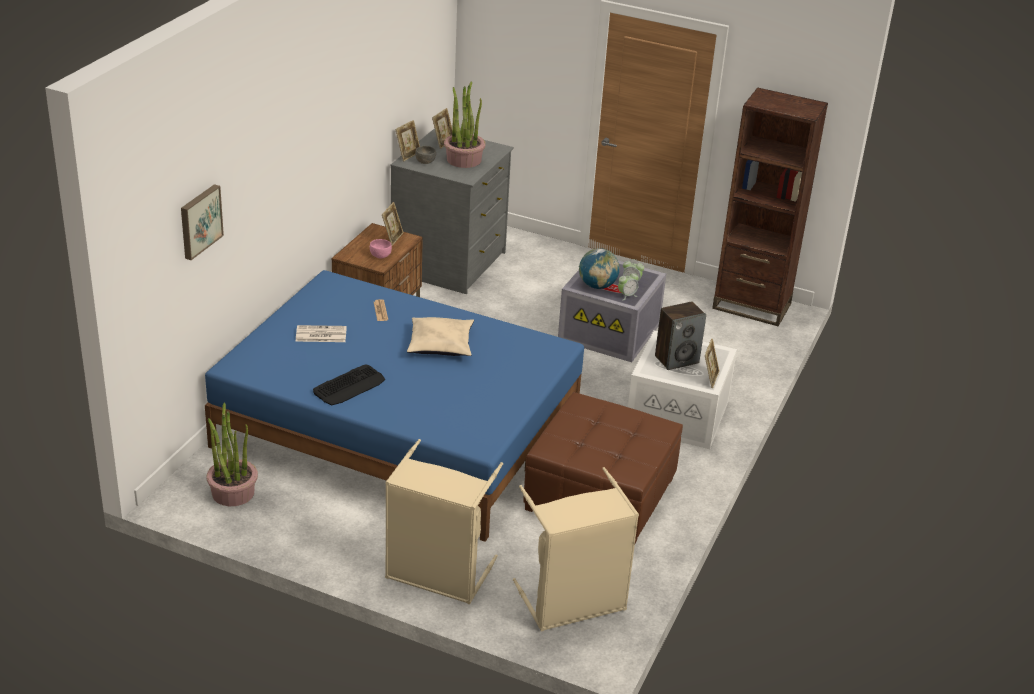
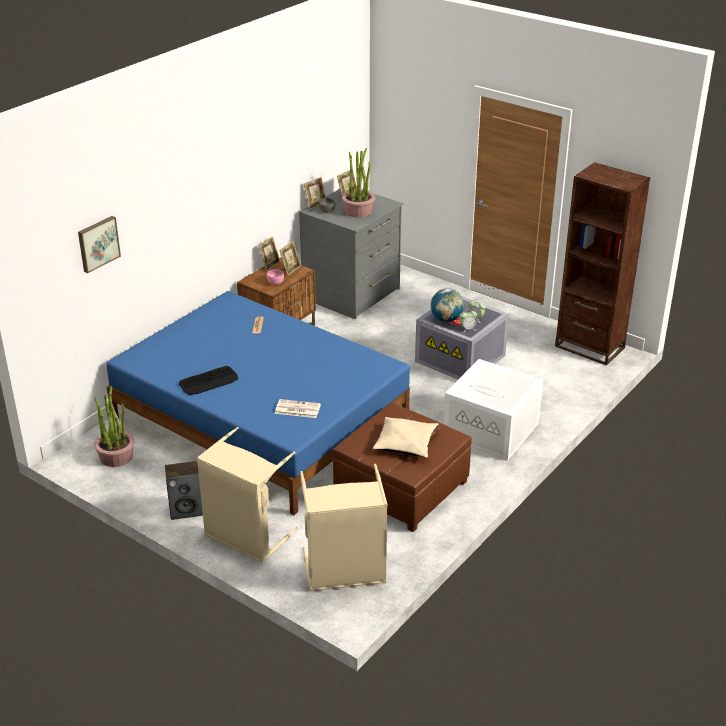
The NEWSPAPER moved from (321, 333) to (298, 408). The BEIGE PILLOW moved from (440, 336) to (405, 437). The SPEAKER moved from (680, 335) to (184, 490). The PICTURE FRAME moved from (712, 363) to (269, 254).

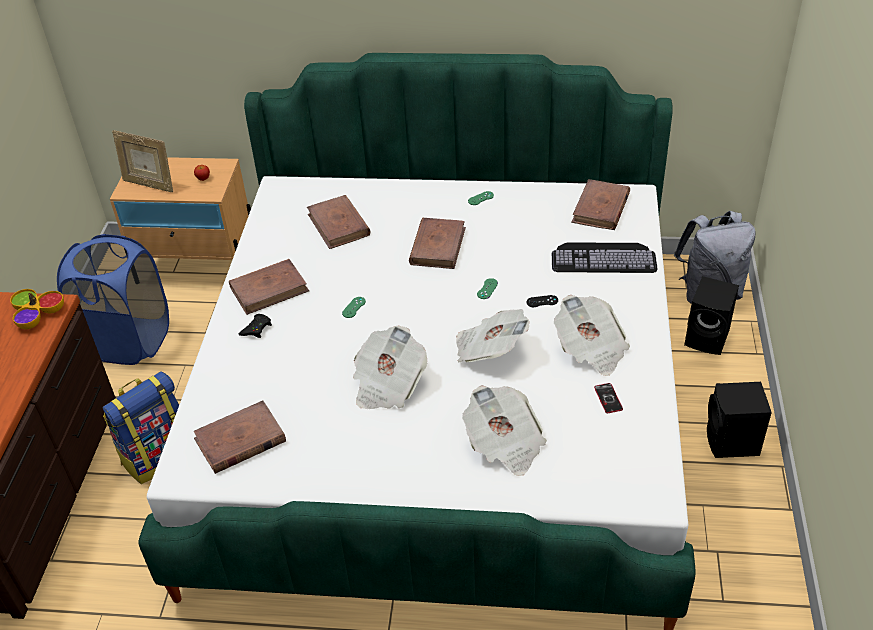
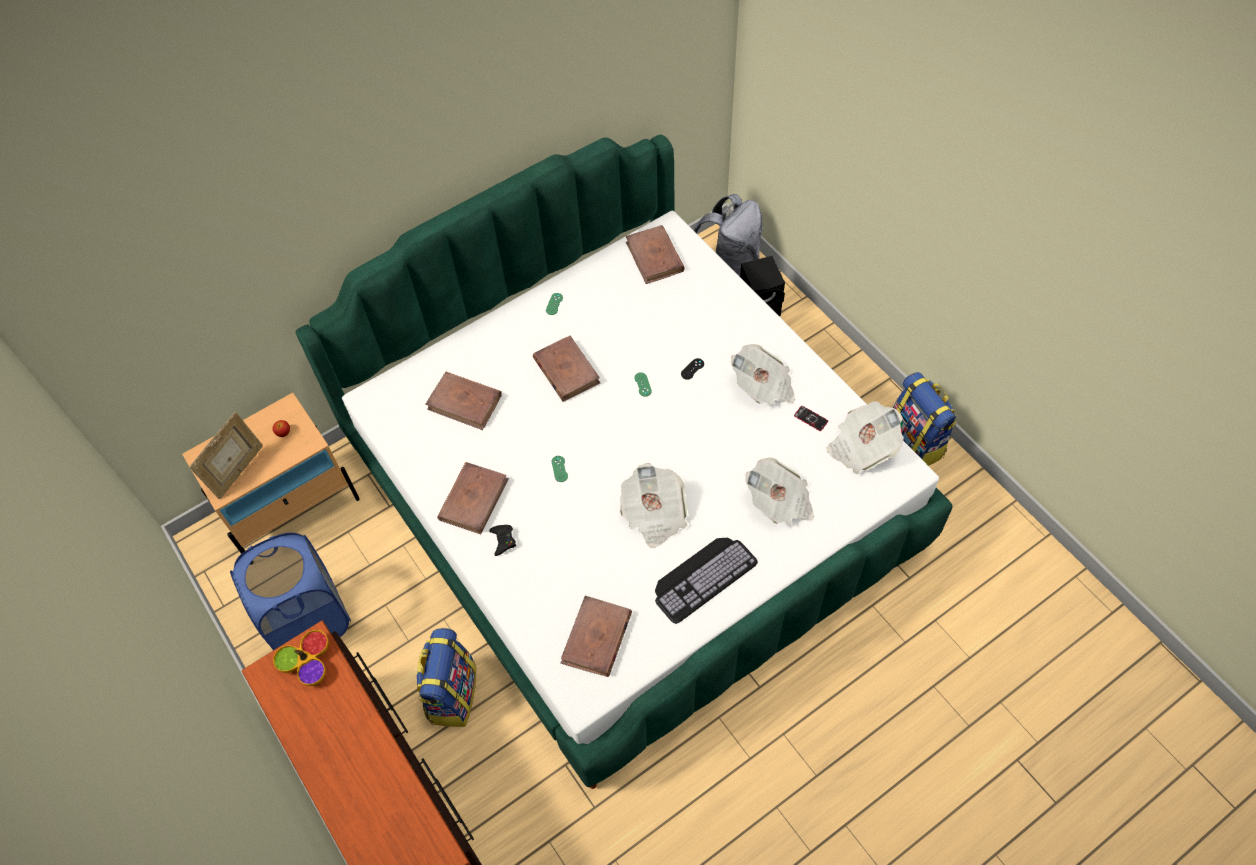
The PICTURE FRAME at (142, 161) turned 45 degrees counterclockwise. The NEWSPAPER moved from (493, 336) to (865, 437). The KEYBOARD moved from (605, 257) to (706, 581). The BLACK SPEAKER at (739, 420) disappeared. The BACKPACK at (925, 419) appeared.

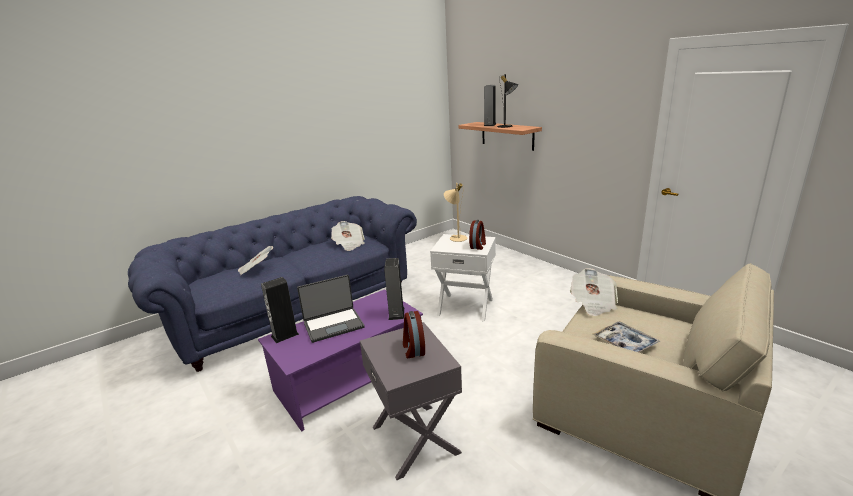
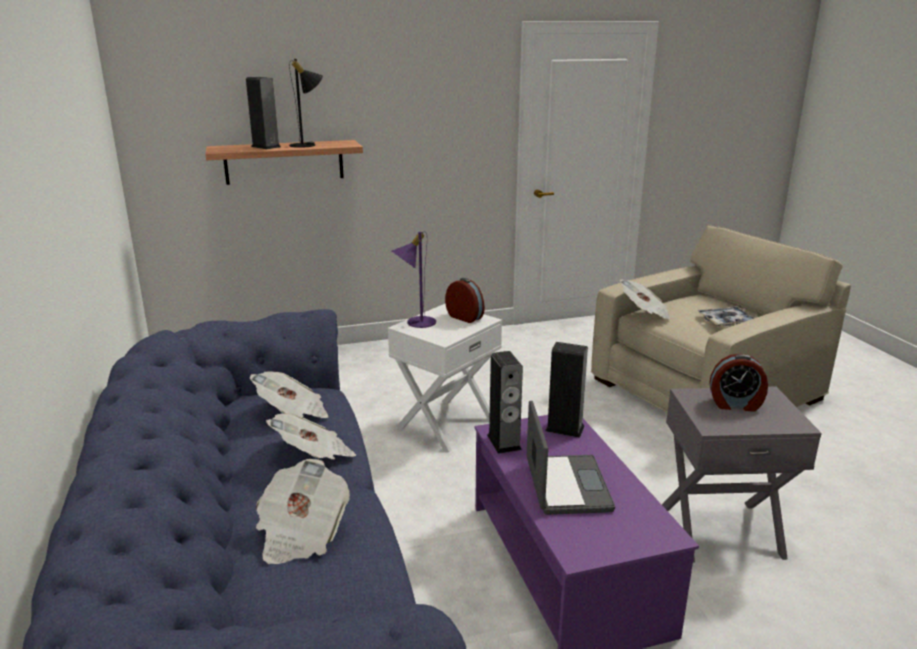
The SPEAKER moved from (280, 310) to (505, 402). The BEIGE TABLE LAMP at (456, 212) became the PURPLE TABLE LAMP at (414, 279). The NEWSPAPER at (311, 436) appeared.

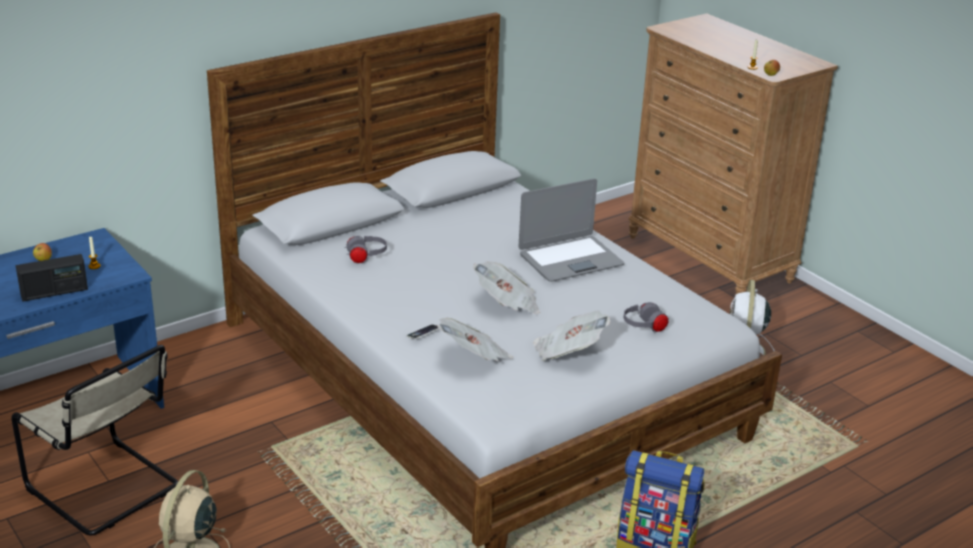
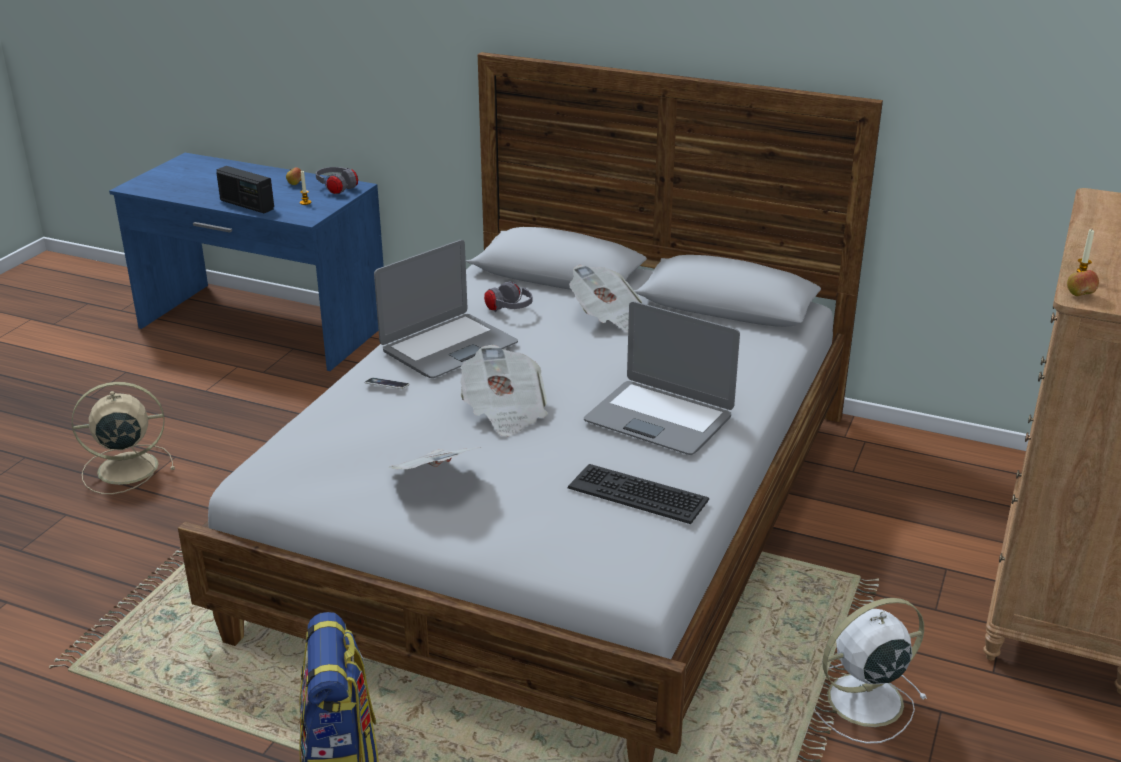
The BEIGE CHAIR at (94, 440) disappeared. The NEWSPAPER moved from (475, 339) to (605, 298). The GREY HEADPHONES moved from (646, 317) to (337, 181). The LAPTOP at (446, 309) appeared. The KEYBOARD at (638, 494) appeared.

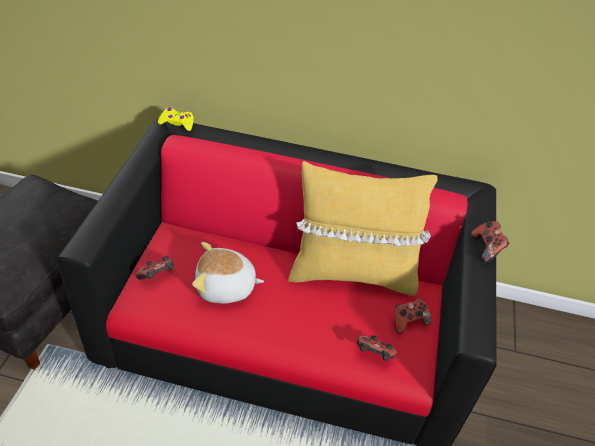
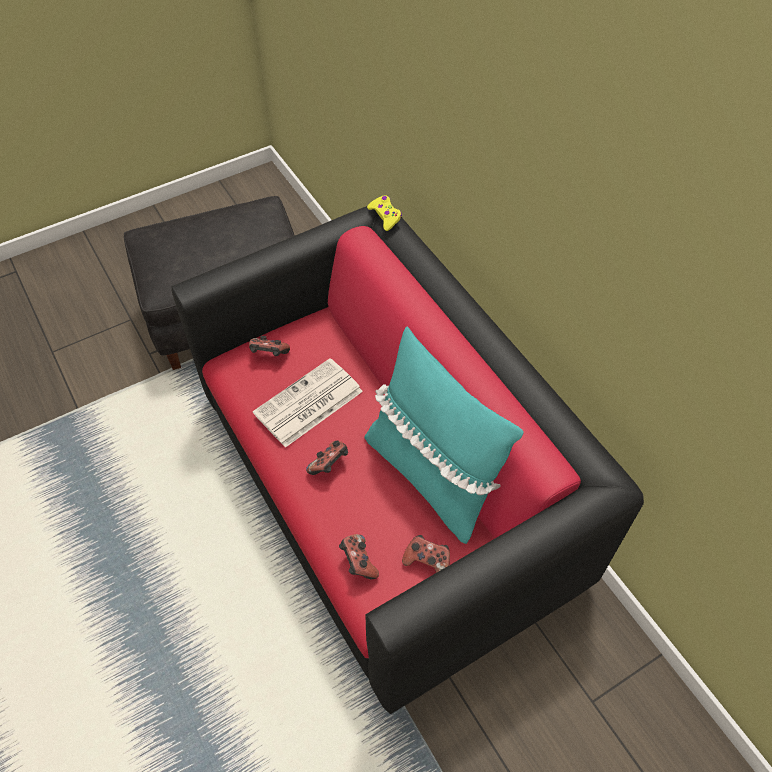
The PLUSH TOY at (228, 273) was replaced by the NEWSPAPER at (308, 403). The YELLOW PILLOW at (363, 228) became the TURQUOISE PILLOW at (444, 435). The GAME CONTROLLER moved from (490, 241) to (327, 457).

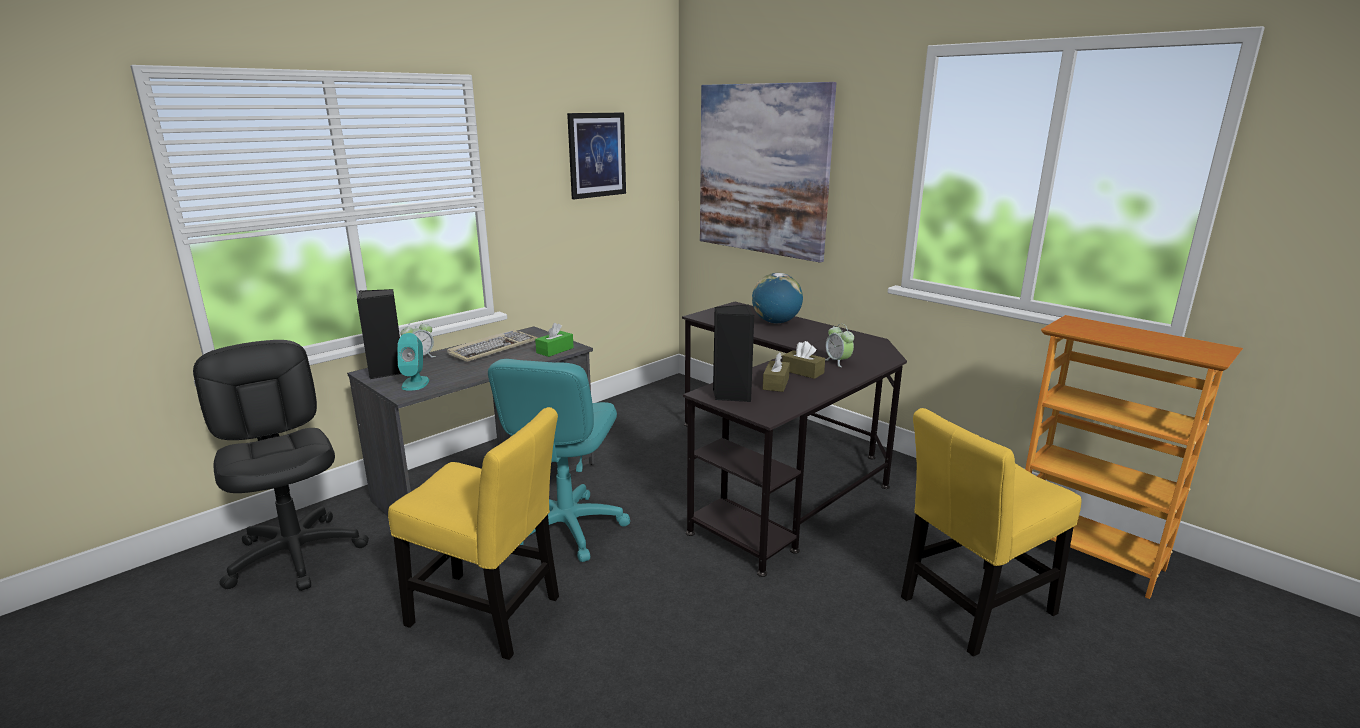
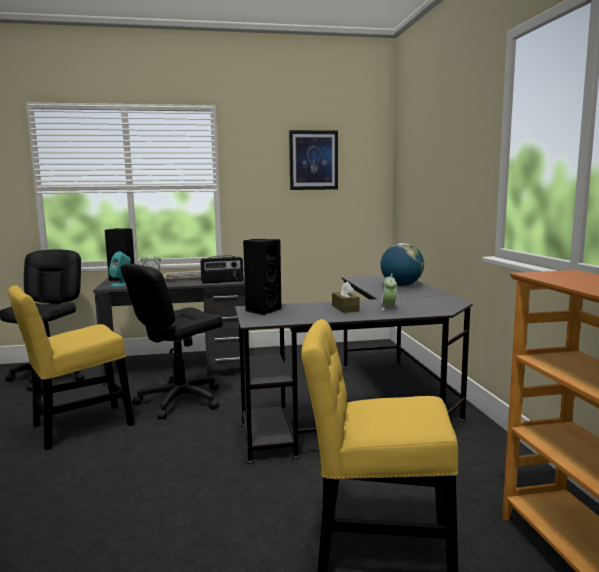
The YELLOW CHAIR at (473, 533) turned 90 degrees clockwise. The TURQUOISE OFFICE CHAIR at (559, 460) became the BLACK OFFICE CHAIR at (171, 341). The GREEN TISSUE BOX at (554, 340) was replaced by the RADIO at (221, 269). The PICTURE at (768, 172) disappeared. The BROWN TISSUE BOX at (776, 372) disappeared.

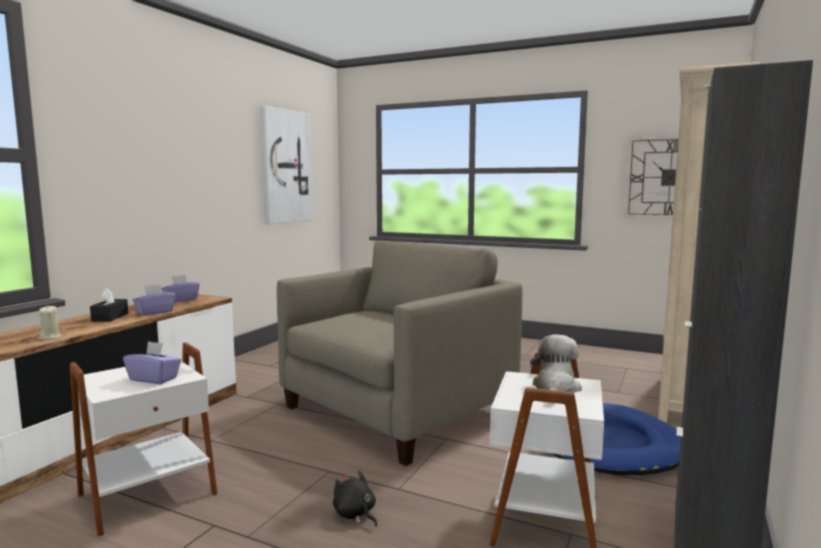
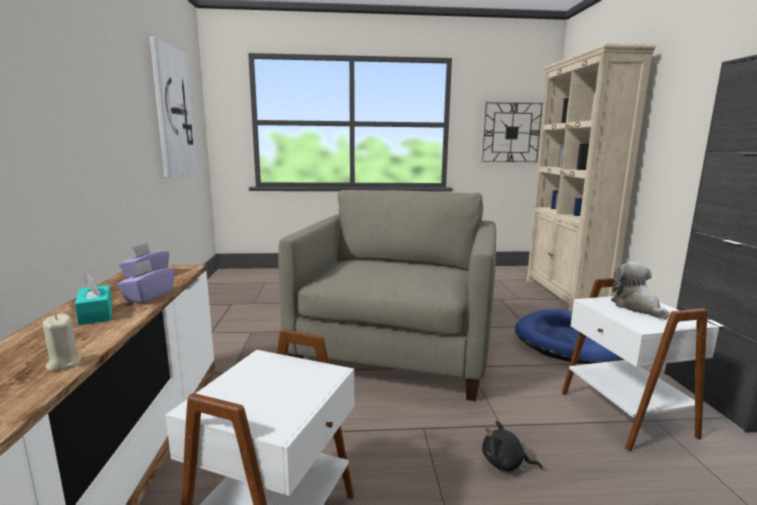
The BLACK TISSUE BOX at (109, 305) became the TURQUOISE TISSUE BOX at (93, 299). The PURPLE TISSUE BOX at (152, 362) disappeared.

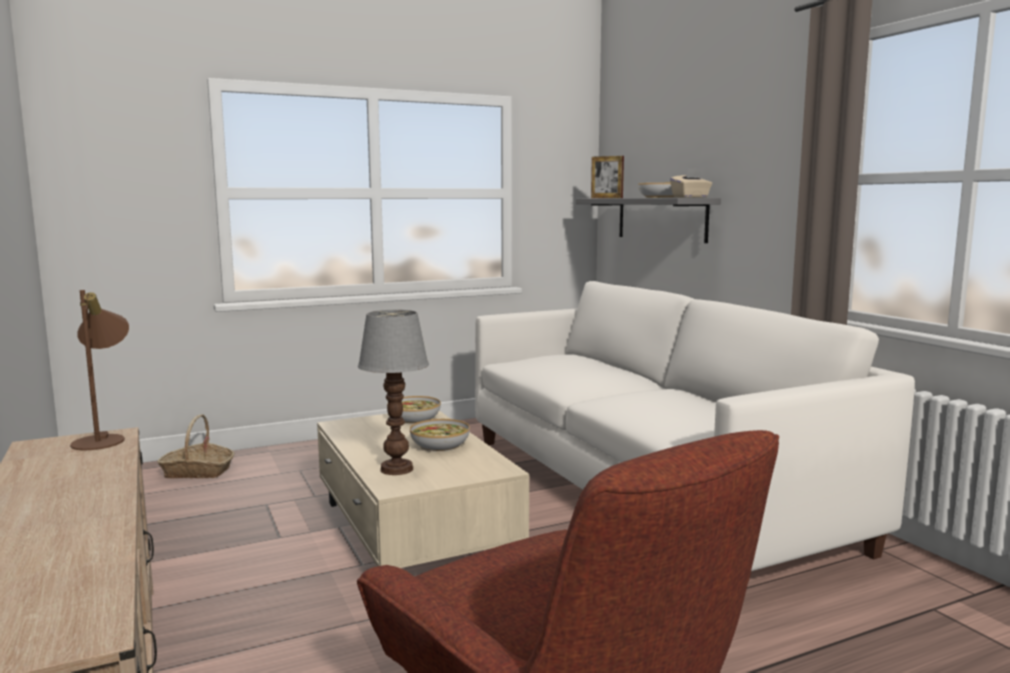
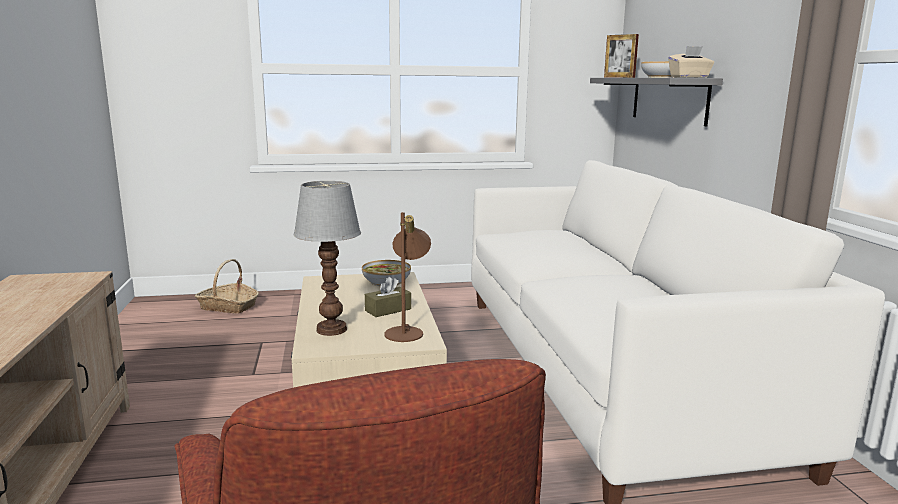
The BROWN TABLE LAMP moved from (99, 370) to (407, 277). The BOWL at (440, 435) was replaced by the BROWN TISSUE BOX at (388, 297).

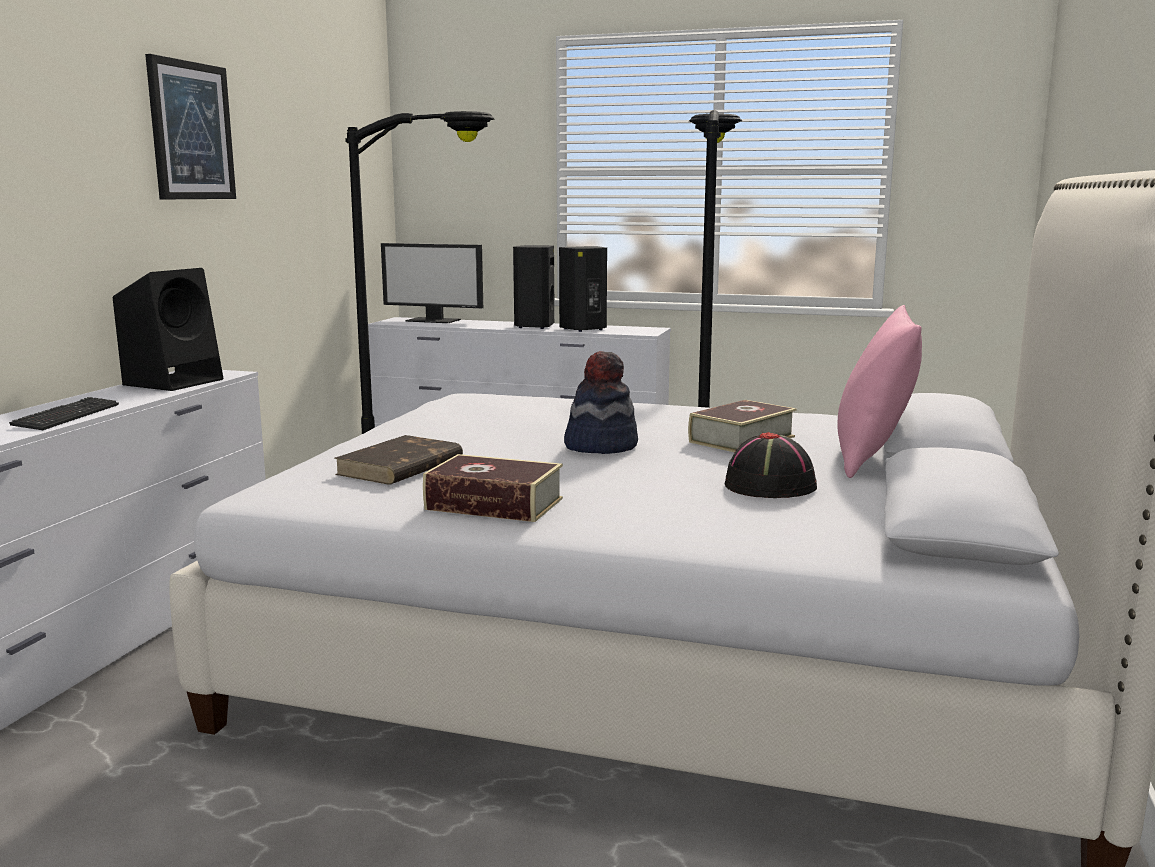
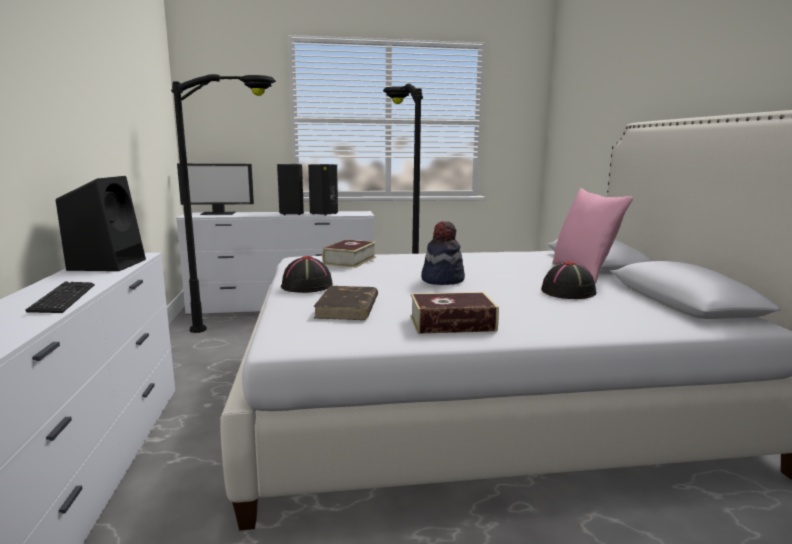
The PICTURE at (190, 126) disappeared. The BOOK moved from (742, 426) to (349, 254). The BLACK HAT at (307, 274) appeared.

